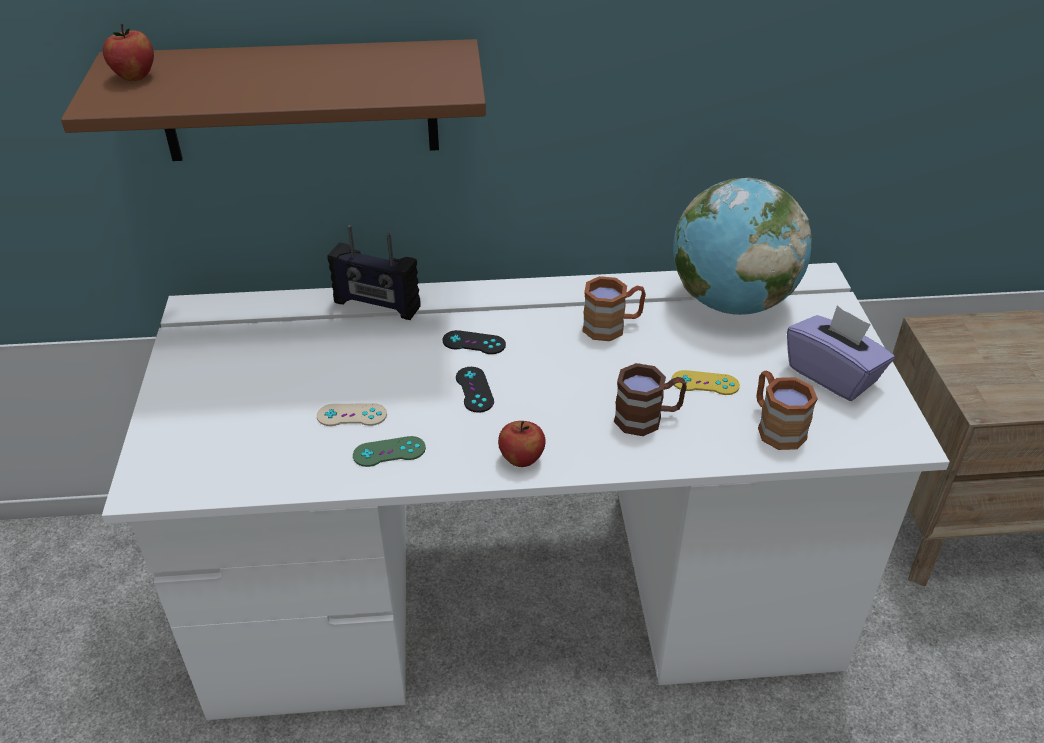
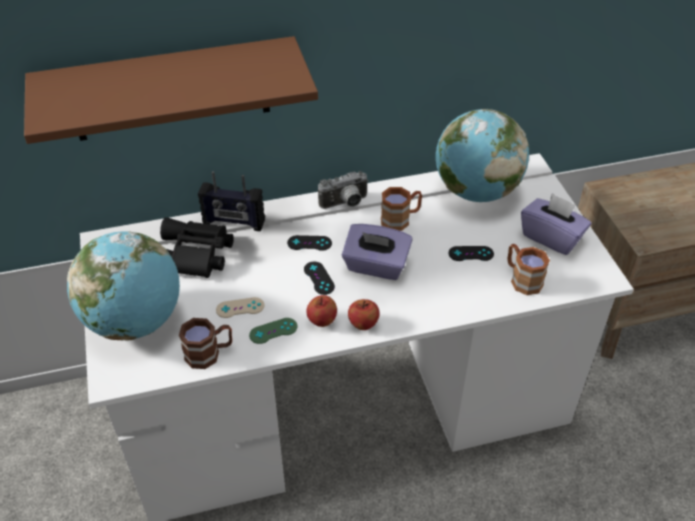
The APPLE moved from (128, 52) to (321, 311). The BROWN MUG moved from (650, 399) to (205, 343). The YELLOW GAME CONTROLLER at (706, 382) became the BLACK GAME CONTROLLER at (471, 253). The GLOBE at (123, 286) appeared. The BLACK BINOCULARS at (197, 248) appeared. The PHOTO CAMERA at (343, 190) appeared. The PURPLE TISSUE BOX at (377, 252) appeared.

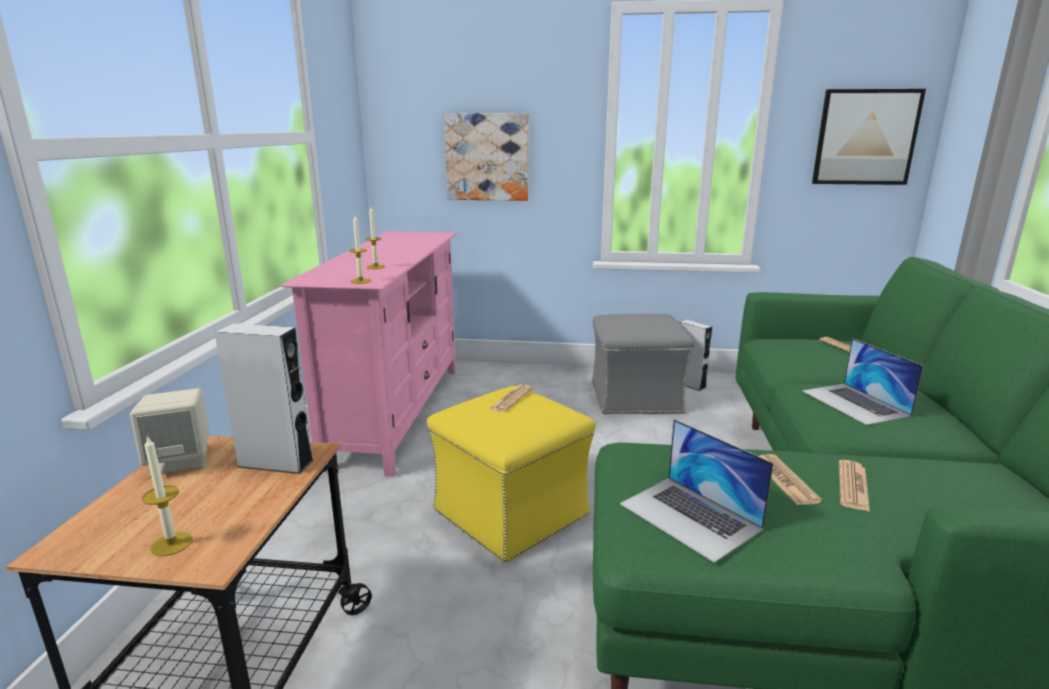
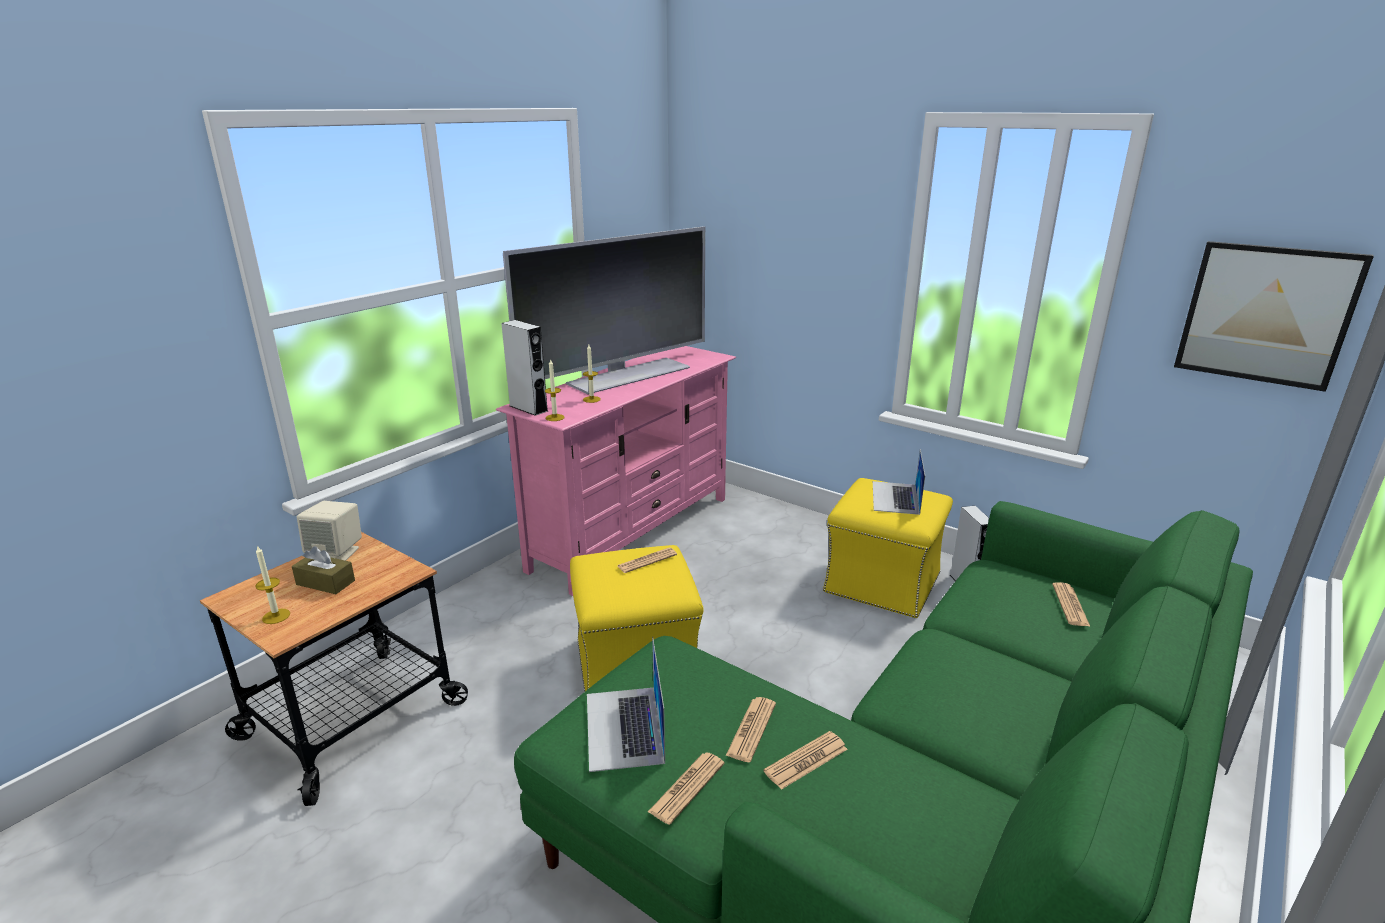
The GREY SPEAKER moved from (264, 398) to (524, 368). The PICTURE at (486, 157) disappeared. The GREY OTTOMAN at (643, 364) became the YELLOW OTTOMAN at (888, 548). The LAPTOP moved from (863, 381) to (899, 482). The BROWN TISSUE BOX at (323, 570) appeared. The TELEVISION at (604, 310) appeared. The NEWSPAPER at (686, 788) appeared.

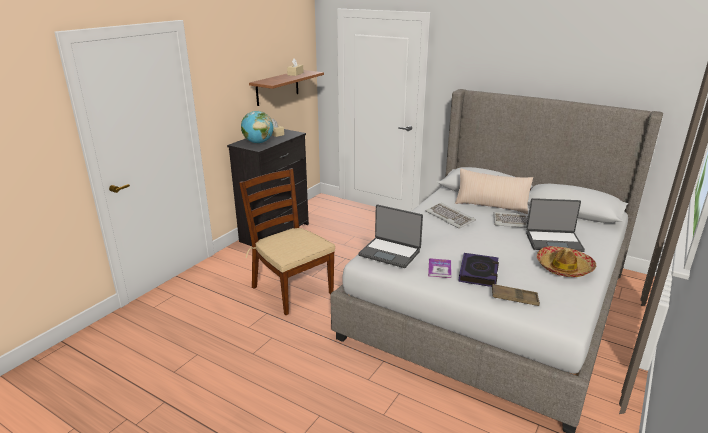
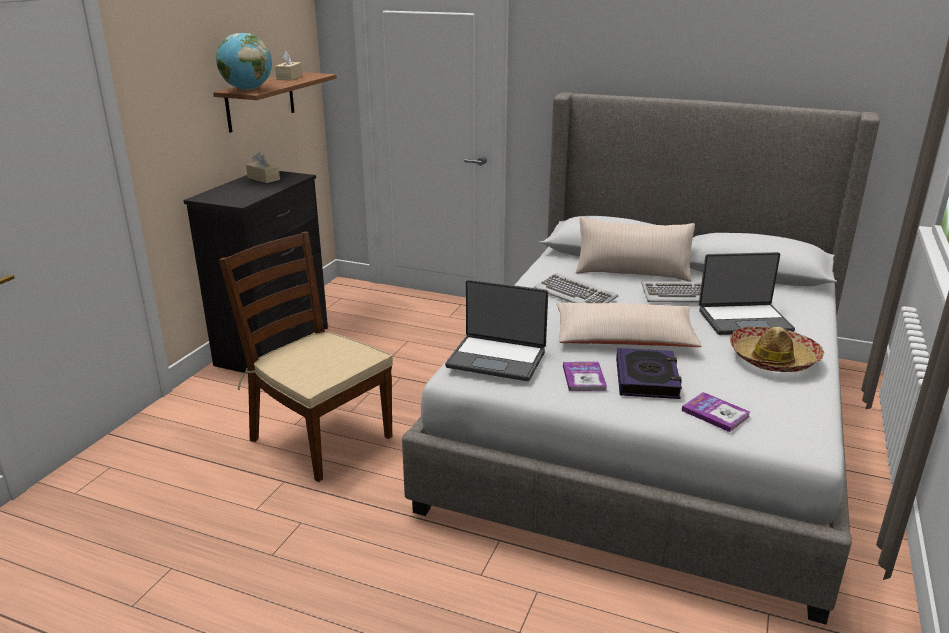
The GLOBE moved from (257, 127) to (244, 61). The BROWN TRAY at (516, 295) was replaced by the BOOK at (716, 412). The BEIGE PILLOW at (629, 324) appeared.

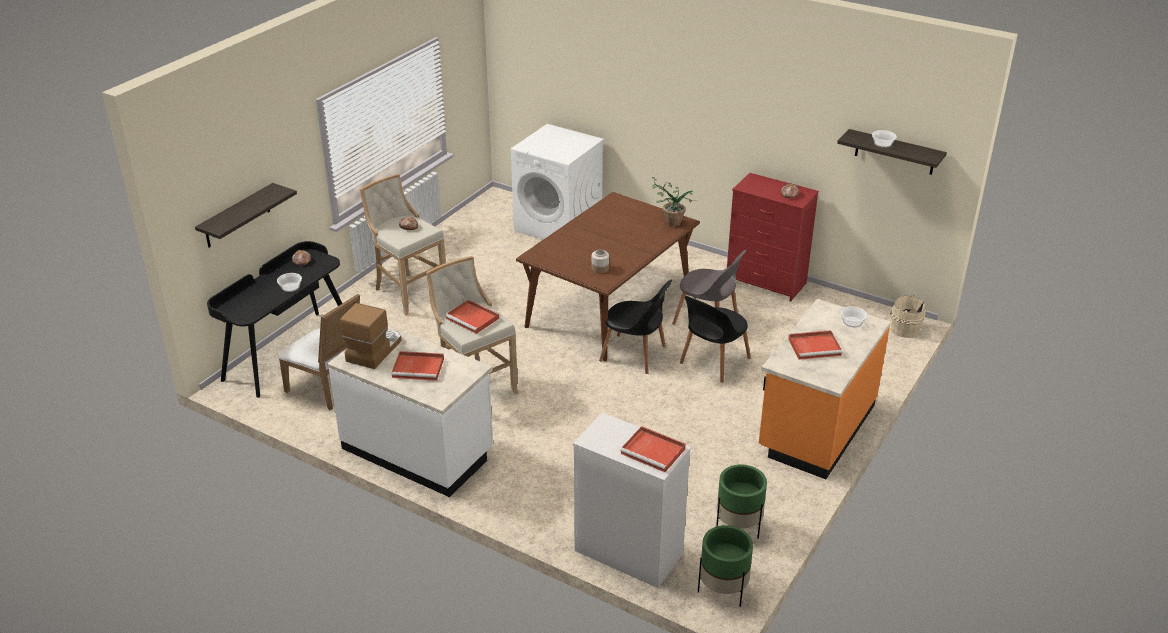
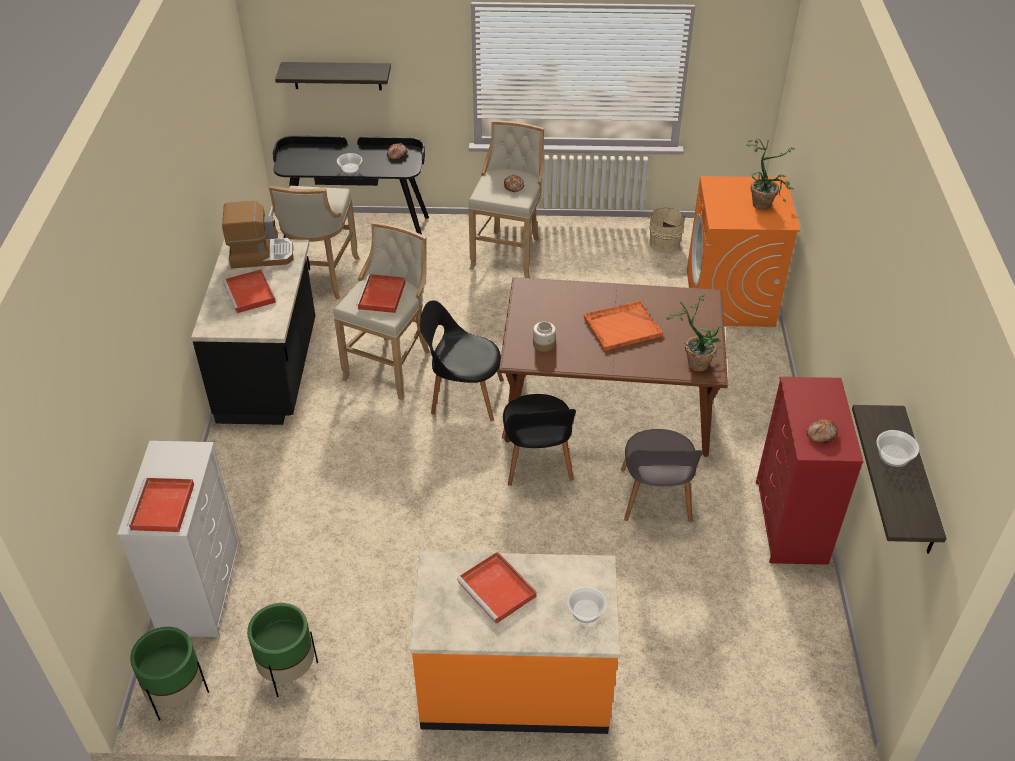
The WHITE CHAIR at (319, 352) was replaced by the BEIGE STOOL at (314, 242). The WHITE COUNTER at (410, 411) became the BLACK COUNTER at (253, 332). The WHITE WASHING MACHINE at (557, 182) became the ORANGE WASHING MACHINE at (743, 251). The BLACK CHAIR moved from (715, 339) to (462, 360). The BEIGE BUCKET moved from (908, 316) to (667, 230). The ORANGE TRAY at (623, 326) appeared. The POTTED PLANT at (770, 175) appeared.

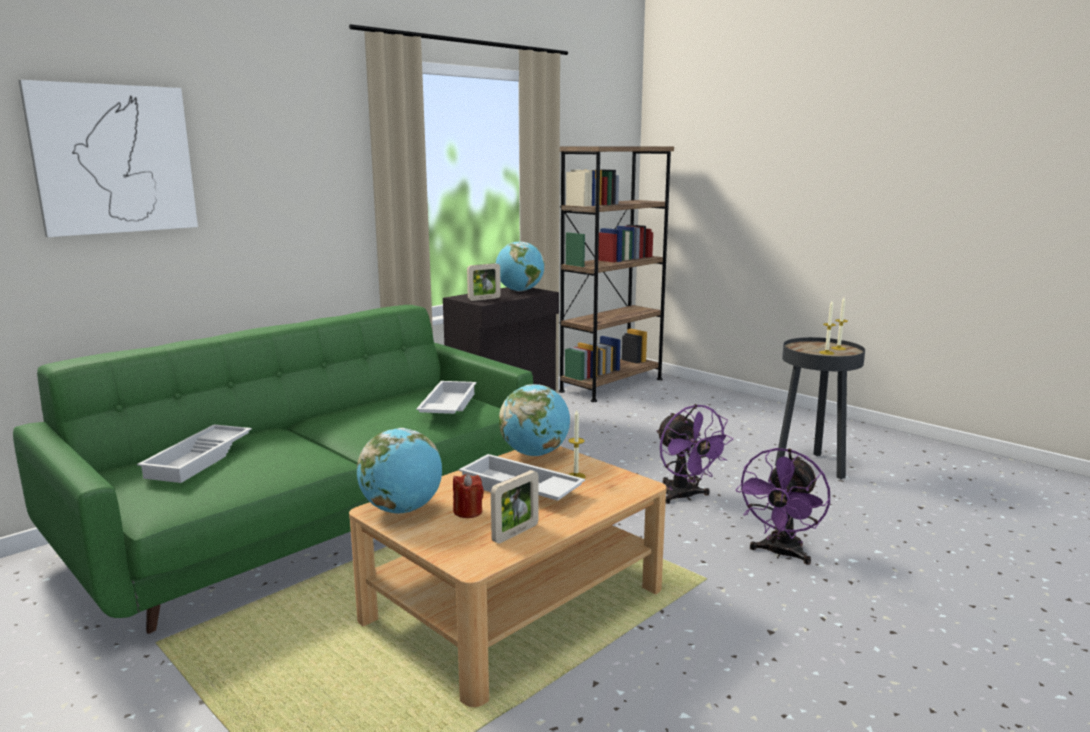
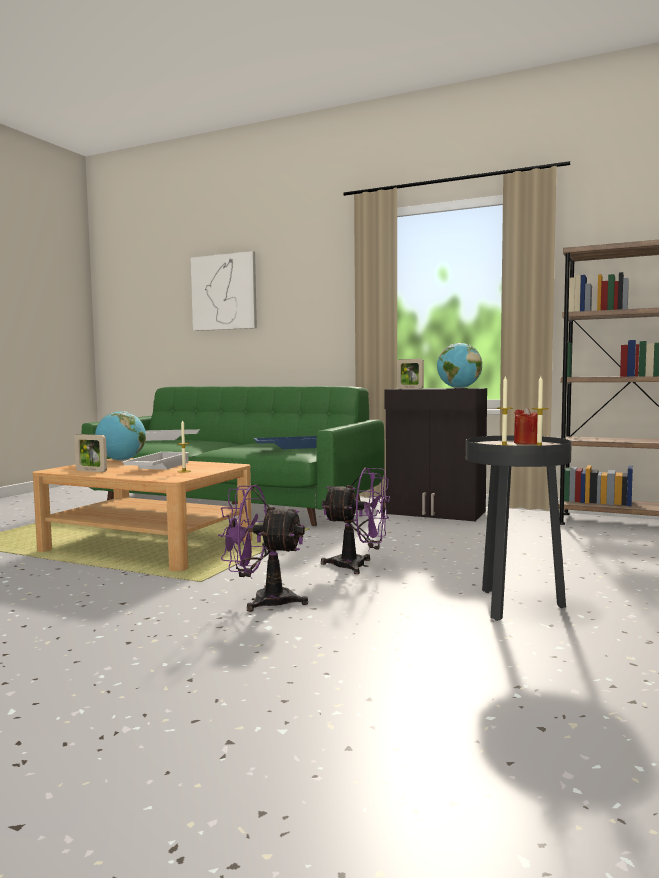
The WHITE TRAY at (446, 397) became the BLUE TRAY at (285, 442). The RED CANDLE moved from (468, 496) to (526, 426). The GLOBE at (534, 420) disappeared. The PURPLE FAN at (694, 454) turned 120 degrees counterclockwise.

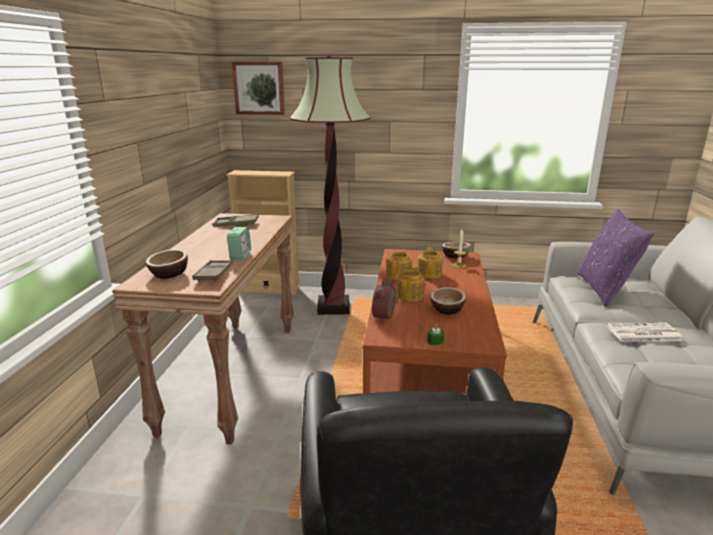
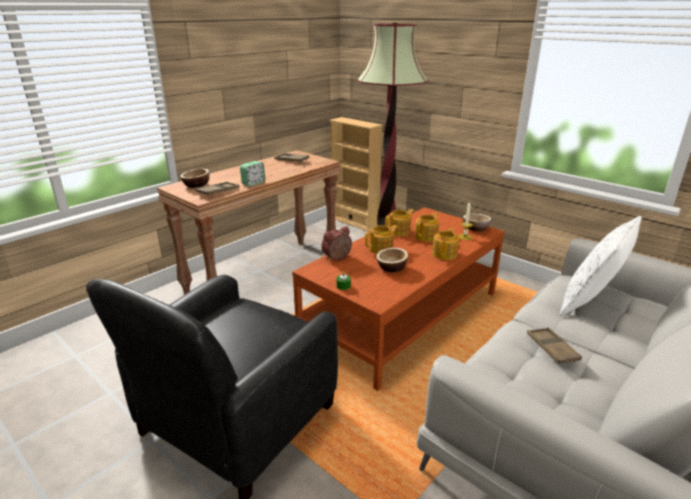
The PICTURE at (258, 88) disappeared. The PURPLE PILLOW at (616, 258) became the WHITE PILLOW at (600, 266). The NEWSPAPER at (644, 332) was replaced by the BROWN TRAY at (554, 345). The TEAPOT at (445, 243) appeared.

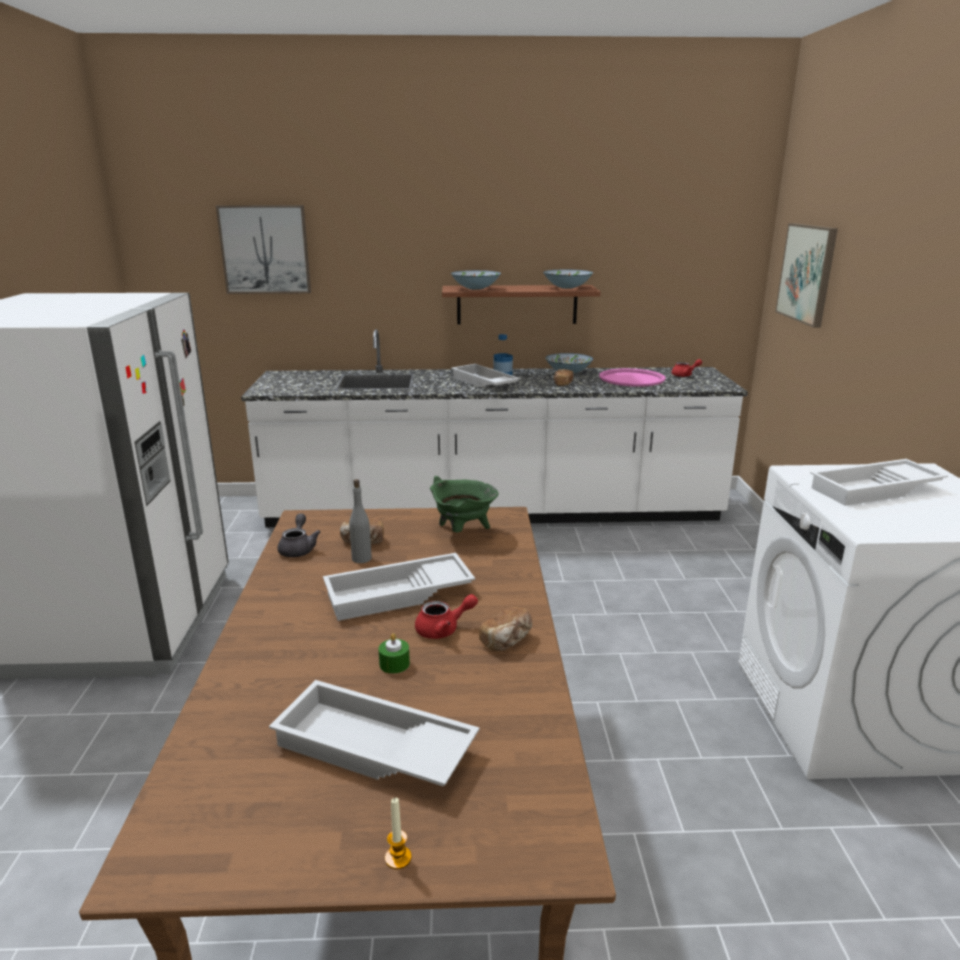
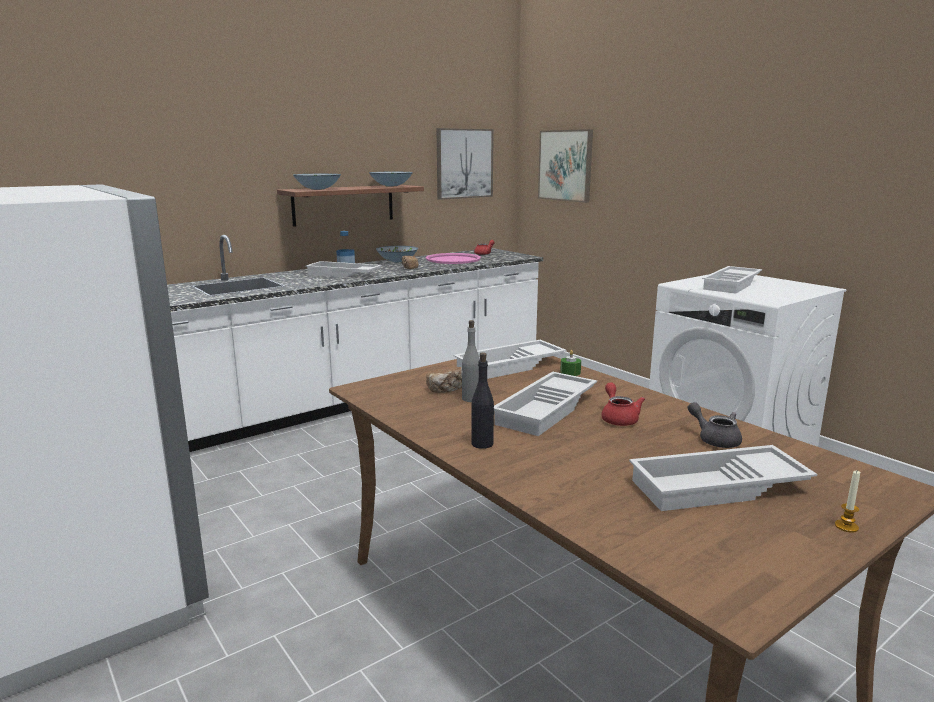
The PICTURE moved from (263, 249) to (465, 164). The GREY TEAPOT moved from (299, 535) to (714, 425). The GREEN CANDLE moved from (394, 653) to (570, 363). The RED TEAPOT at (446, 616) turned 45 degrees counterclockwise. The GREEN COOKING POT at (464, 504) was replaced by the WHITE TRAY at (510, 359). The BREAD at (506, 629) disappeared. The BLACK BOTTLE at (482, 400) appeared.

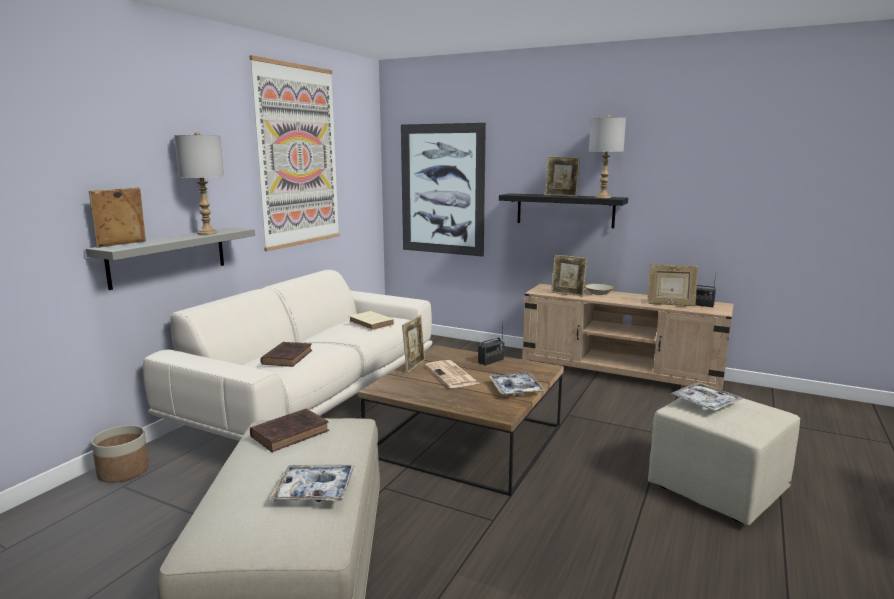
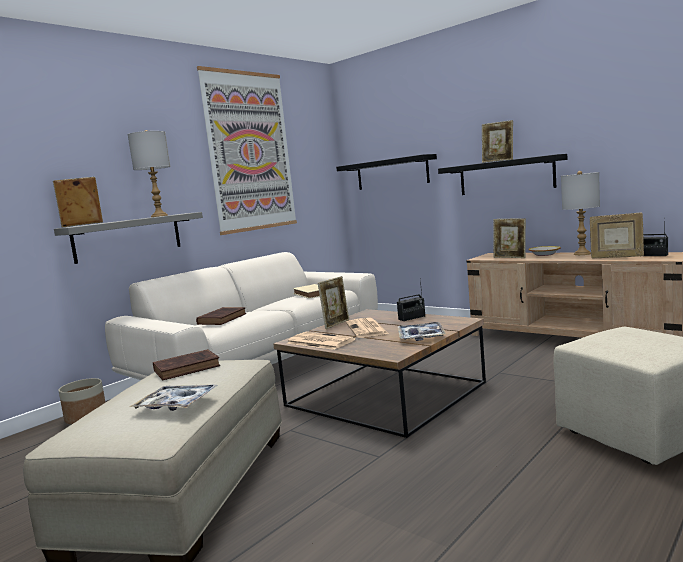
The PICTURE at (443, 190) was replaced by the BLACK SHELF at (386, 172). The GREY TABLE LAMP moved from (607, 156) to (580, 213). The TRAY at (707, 396) disappeared. The NEWSPAPER at (321, 341) appeared.

